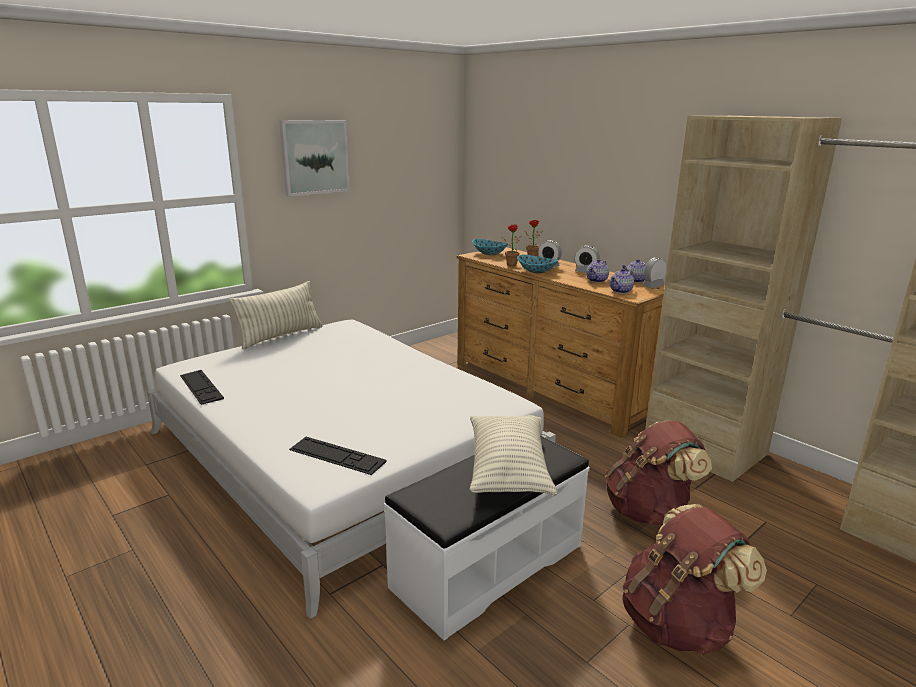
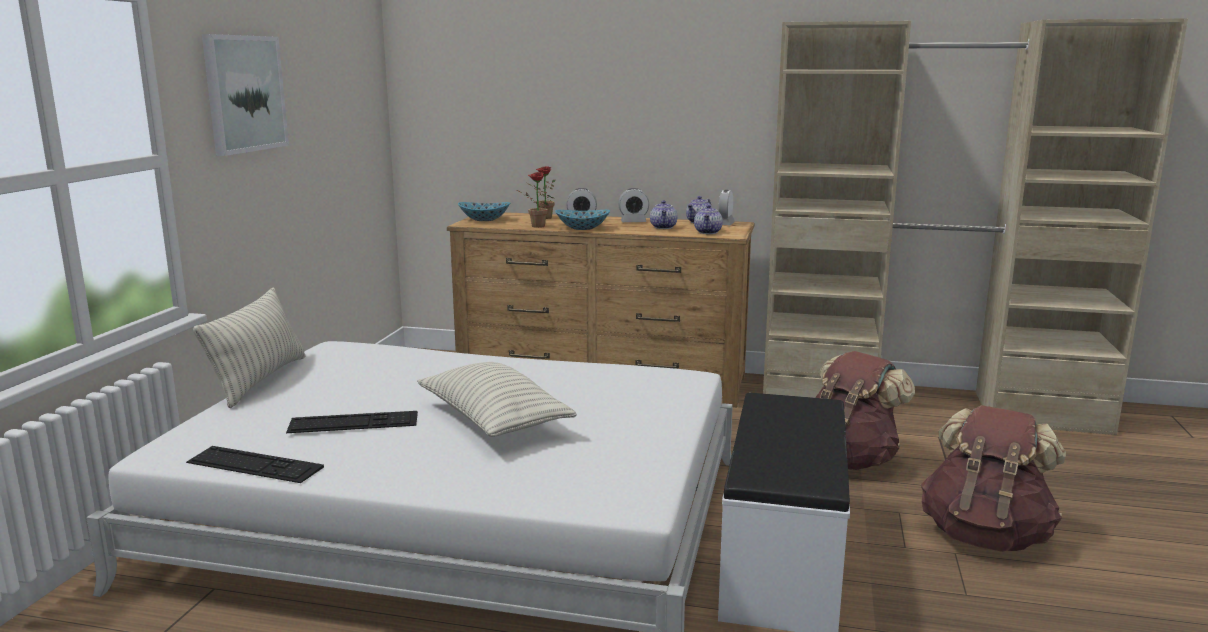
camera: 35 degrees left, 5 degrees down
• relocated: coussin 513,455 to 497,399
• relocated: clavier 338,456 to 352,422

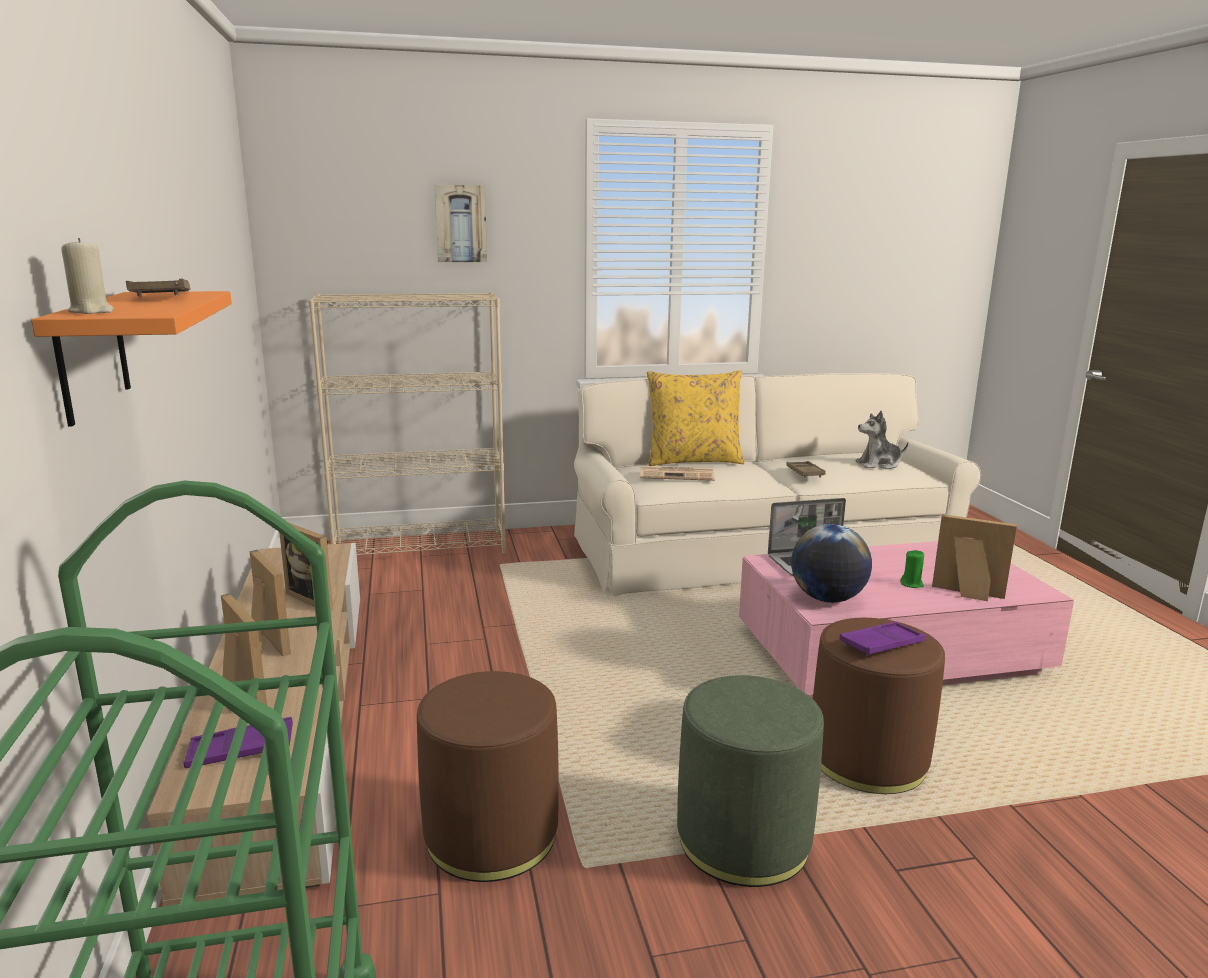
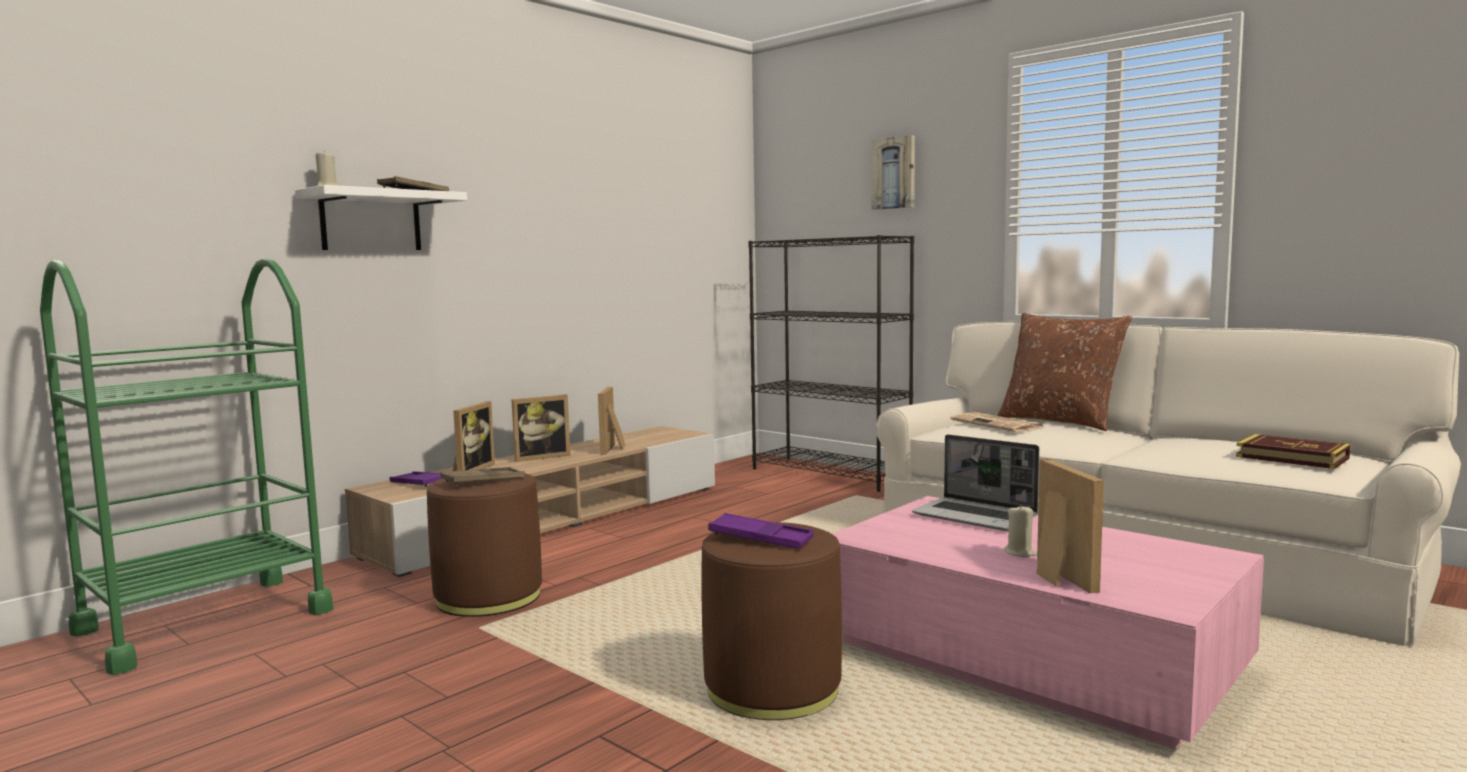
camera: 55 degrees right, 10 degrees down
• colour: étagère/orange 131,359 to étagère/blanc 381,217
• colour: bibliothèque/beige 407,423 to bibliothèque/noir 831,363
• colour: coussin/jaune 695,418 to coussin/marron 1064,372
• exchanged: peluche 882,440 to livre 1293,451
• relocated: plateau/marron 806,469 to 482,476
• missing: globe 831,563
• spun: cadre photo 270,603 = 541,428 45 degrees clockwise
• colour: bougie/vert 912,569 to bougie/beige 1020,531
• missing: pouf/vert 750,781

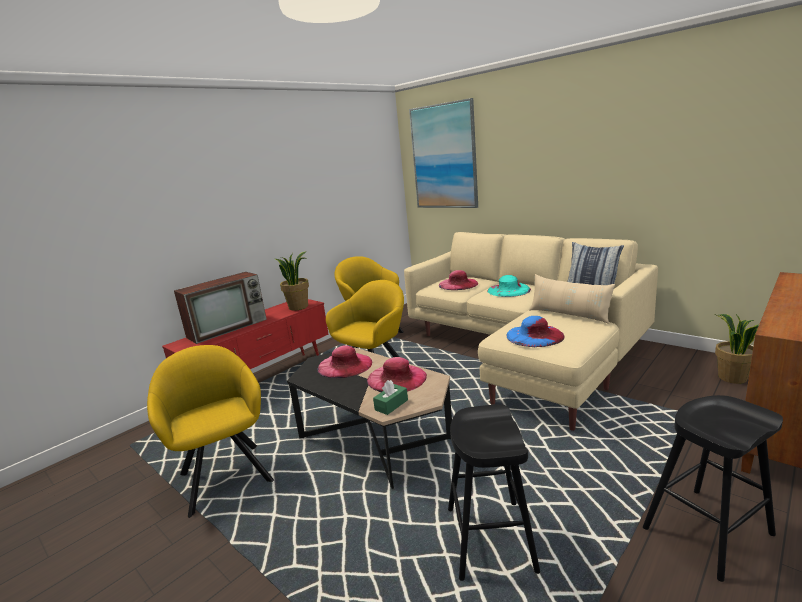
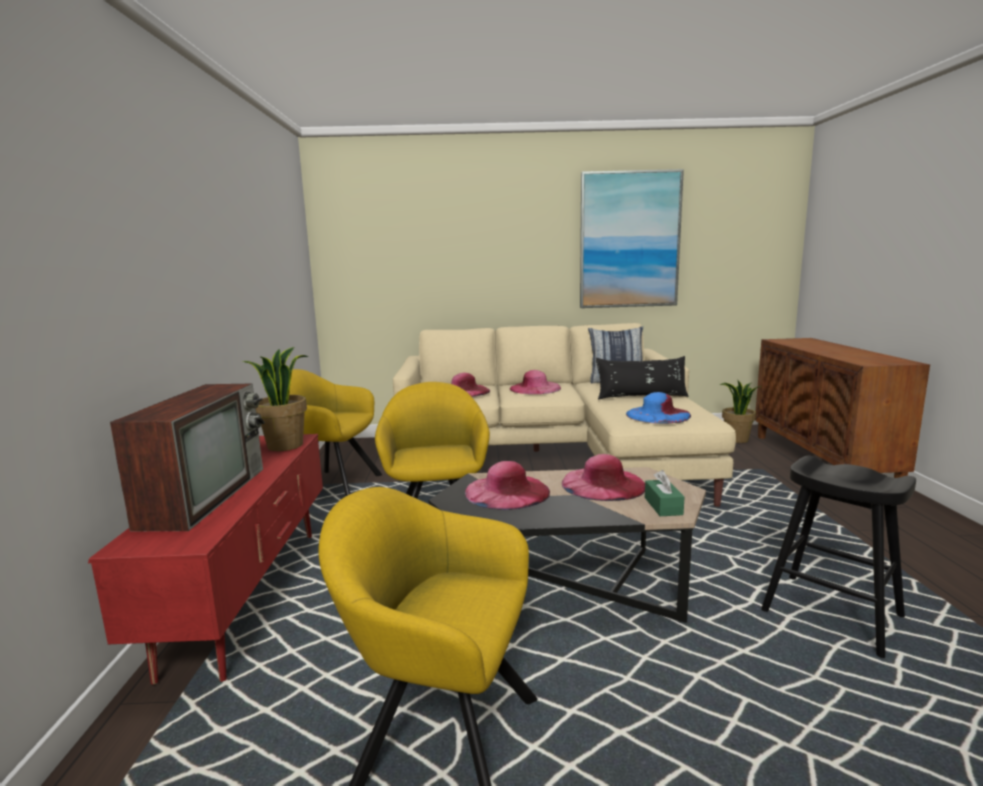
camera: 45 degrees left, 5 degrees down
• relocated: tableau 443,153 to 632,238
• colour: coussin/beige 572,299 to coussin/noir 642,378
• colour: chapeau/turquoise 509,286 to chapeau/rose 535,382
• missing: tabouret/noir 713,488

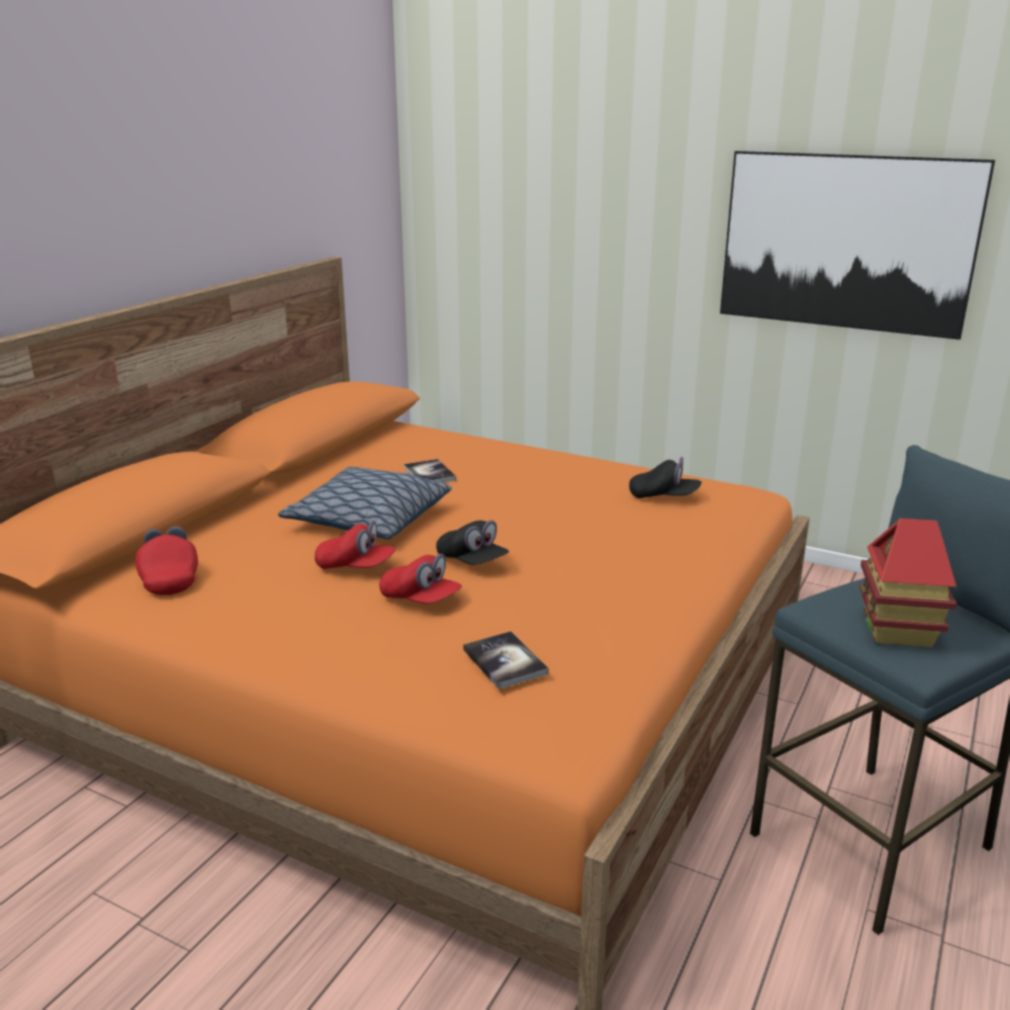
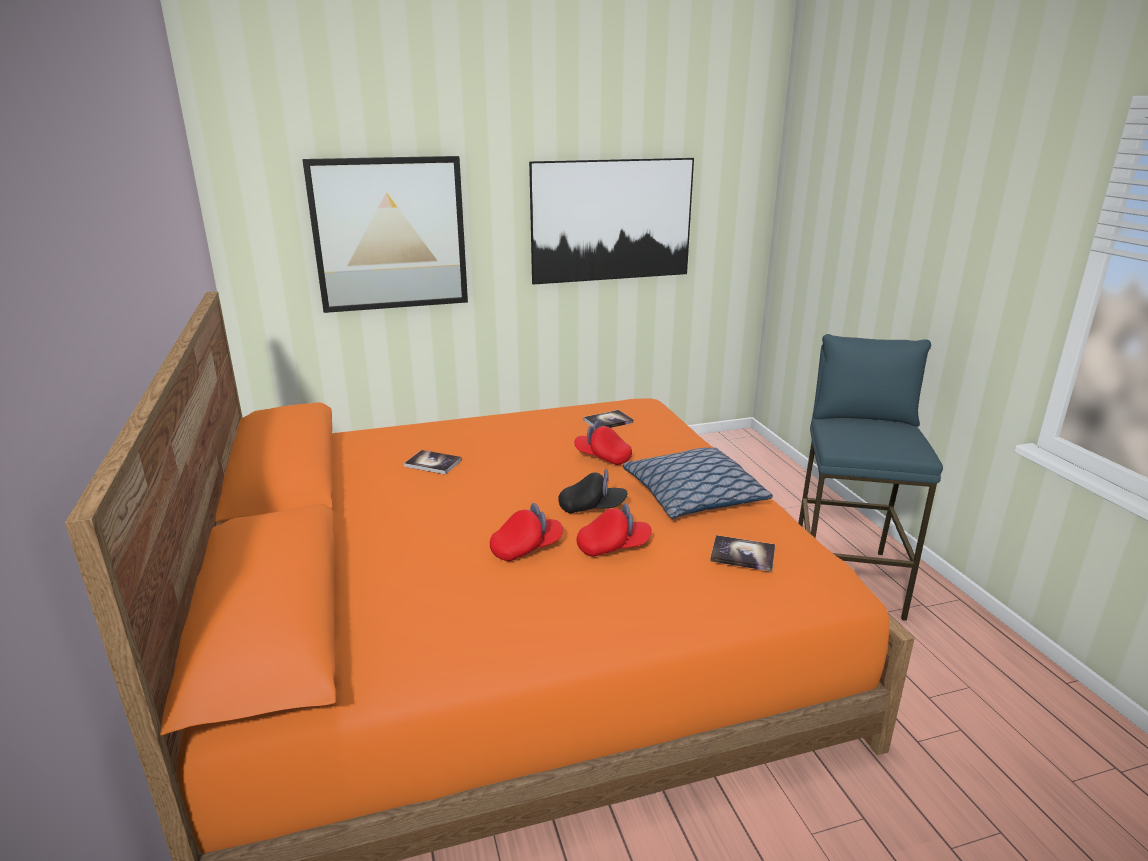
camera: 45 degrees left, 0 degrees up
• exchanged: casquette/noir 665,477 to livre 608,419
• relocated: coussin 365,503 to 698,483
• missing: maison miniature 908,582
• relocated: casquette/rouge 167,561 to 603,443
• appeared: tableau 385,234

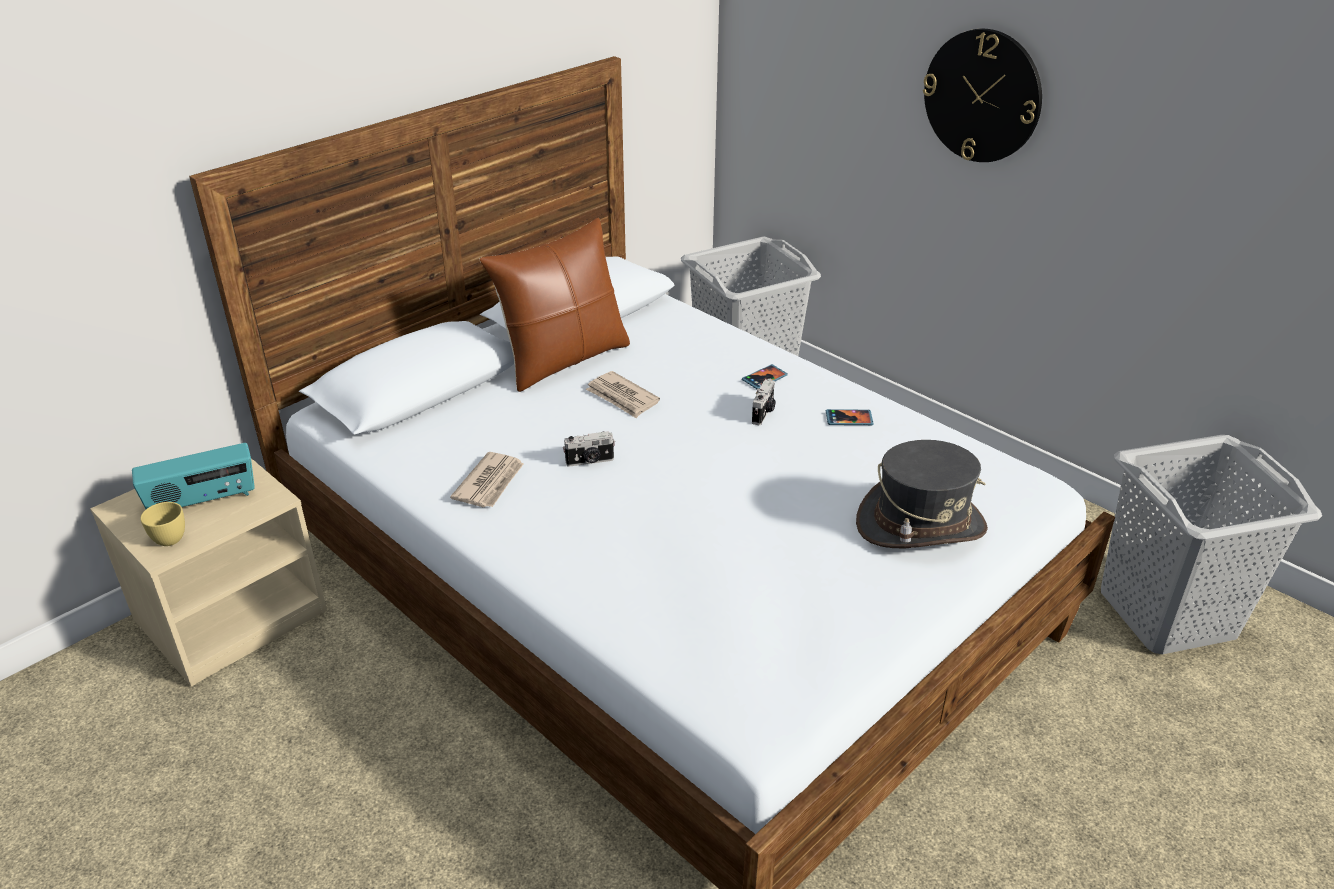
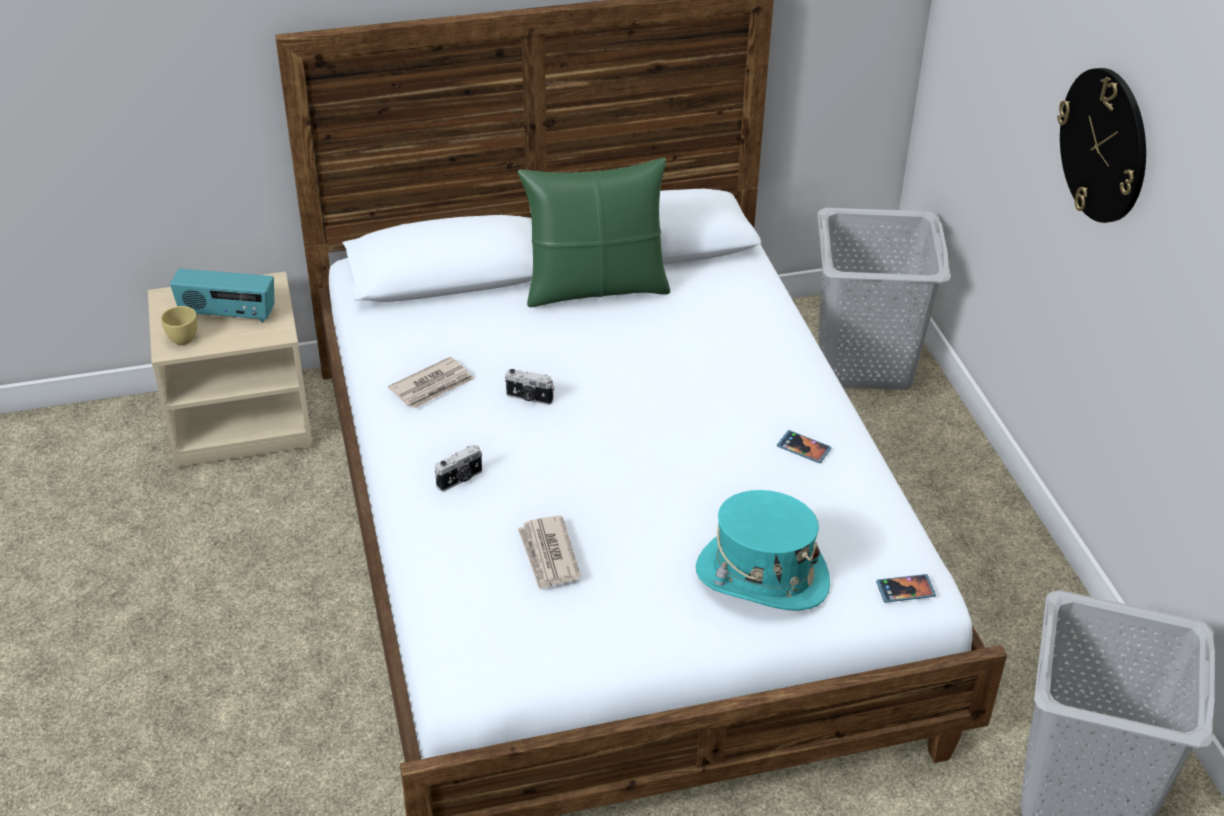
camera: 30 degrees right, 5 degrees up
• colour: coussin/marron 554,305 to coussin/vert 594,232
• relocated: téléphone 765,376 to 906,588
• relocated: journal 623,394 to 549,553
• relocated: appareil photo 764,402 to 458,468
• colour: chapeau/gris 922,494 to chapeau/turquoise 763,550

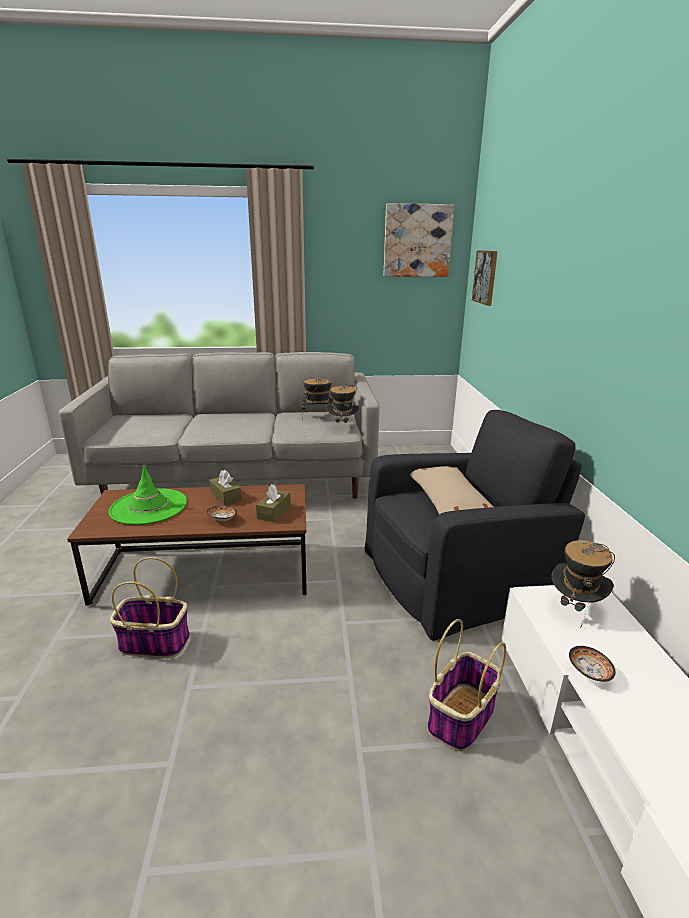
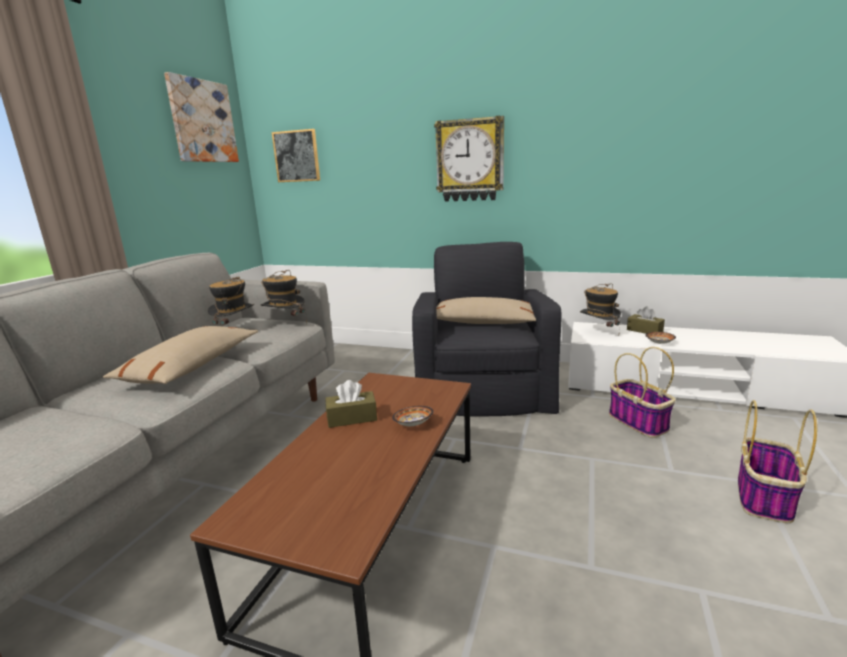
camera: 65 degrees left, 5 degrees down
• missing: chapeau/vert 148,495
• relocated: boîte à mouchoirs/marron 273,503 to 646,320
• relocated: panier 150,607 to 777,461
• appeared: horloge murale 469,158
• appeared: coussin/beige 180,355

